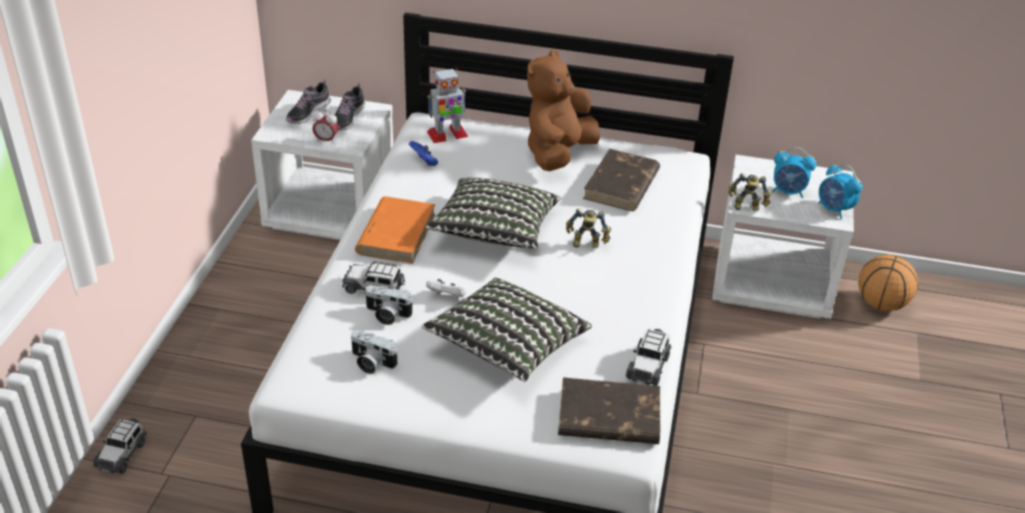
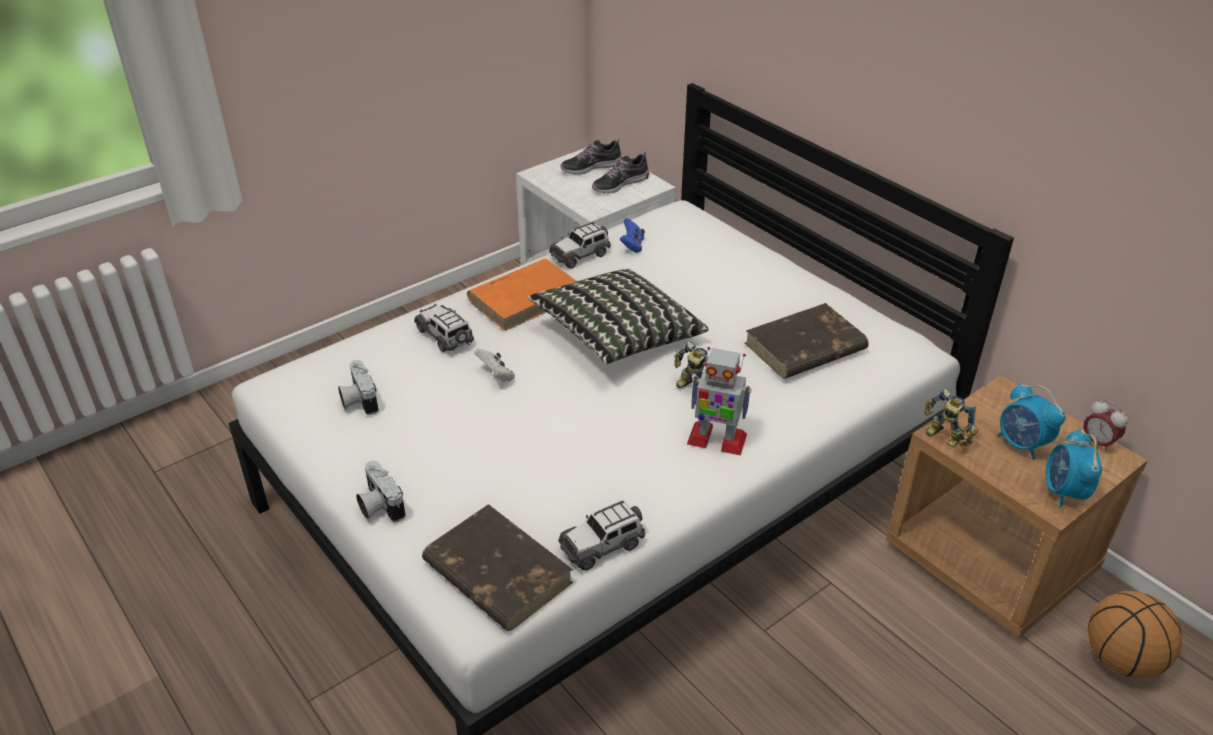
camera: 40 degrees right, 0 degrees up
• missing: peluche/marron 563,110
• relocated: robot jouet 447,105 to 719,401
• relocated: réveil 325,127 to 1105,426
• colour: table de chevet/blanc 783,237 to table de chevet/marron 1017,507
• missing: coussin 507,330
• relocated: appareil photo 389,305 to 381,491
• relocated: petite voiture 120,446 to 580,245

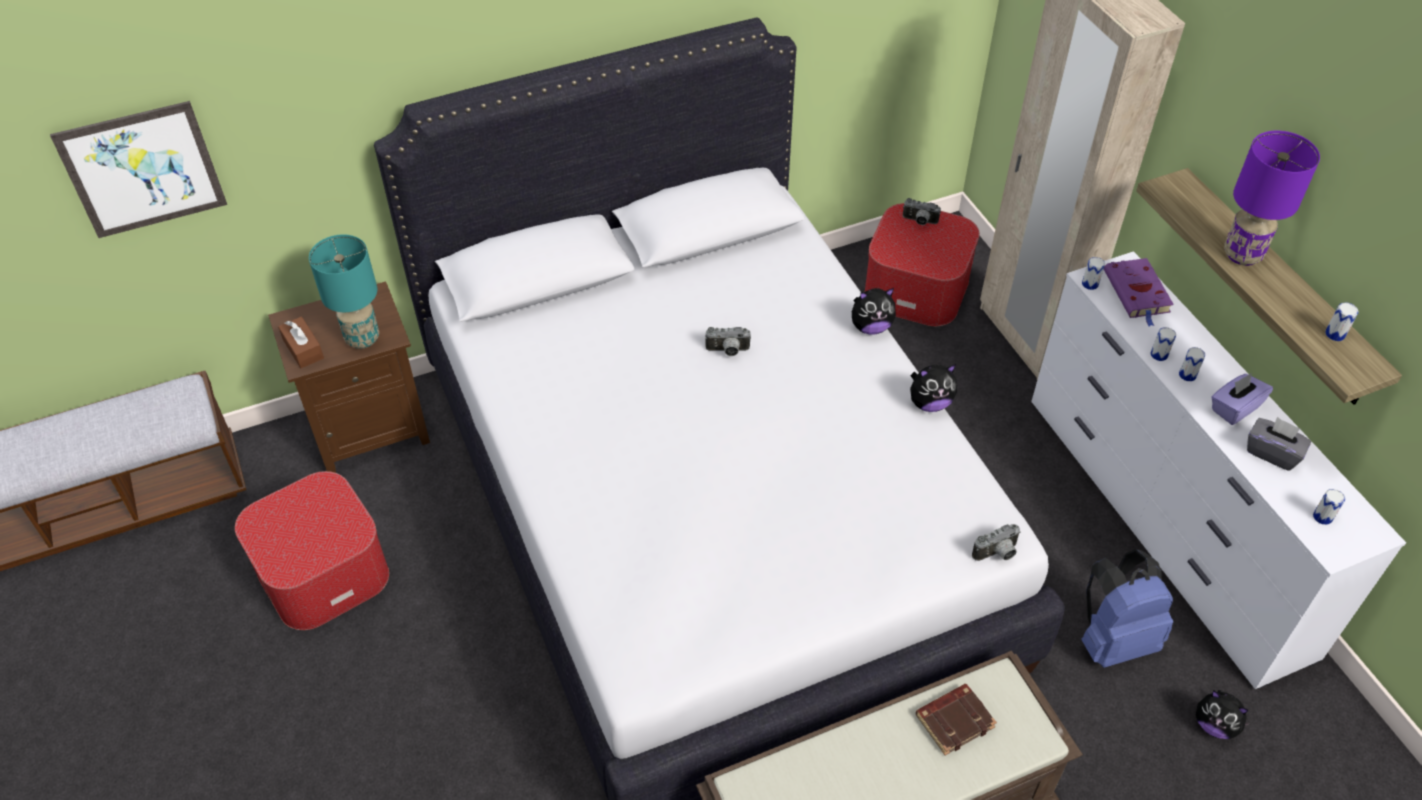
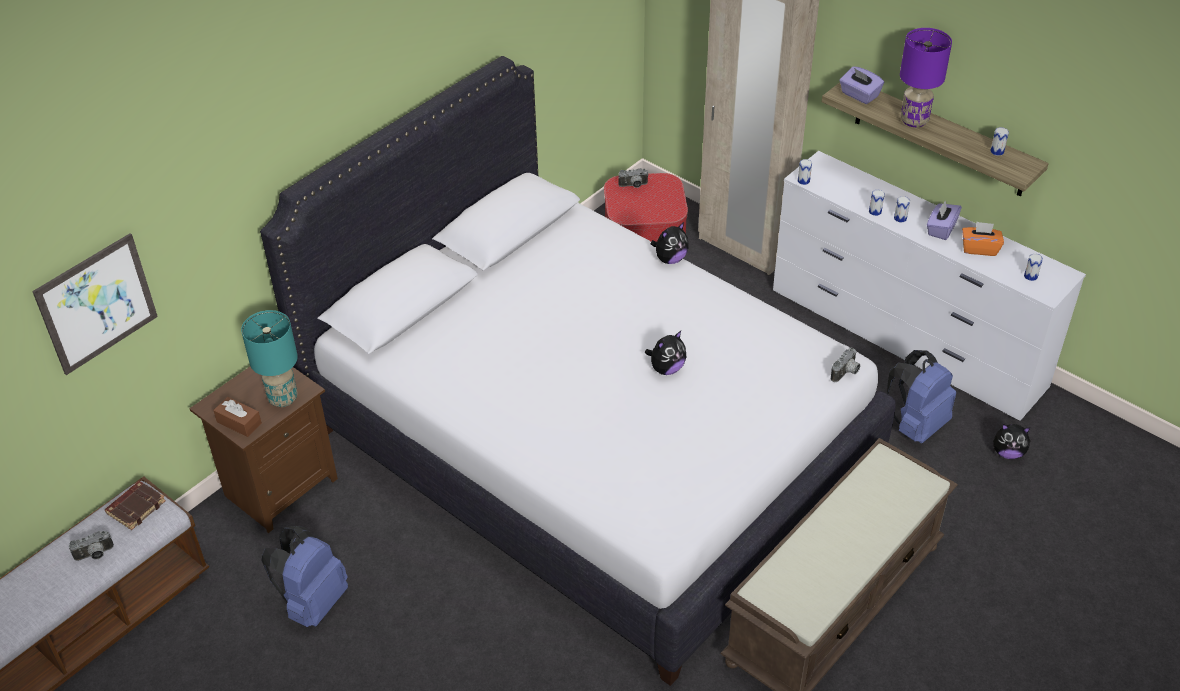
camera: 25 degrees left, 5 degrees down
• missing: livre/violet 1139,292
• relocated: appareil photo 728,341 to 91,546
• relocated: peluche 933,388 to 665,353
• colour: boîte à mouchoirs/gris 1279,444 to boîte à mouchoirs/orange 983,239
• exchanged: pouf 312,550 to sac à dos/bleu 304,576
• relocated: livre/marron 956,719 to 135,505
• appeared: boîte à mouchoirs/violet 862,85

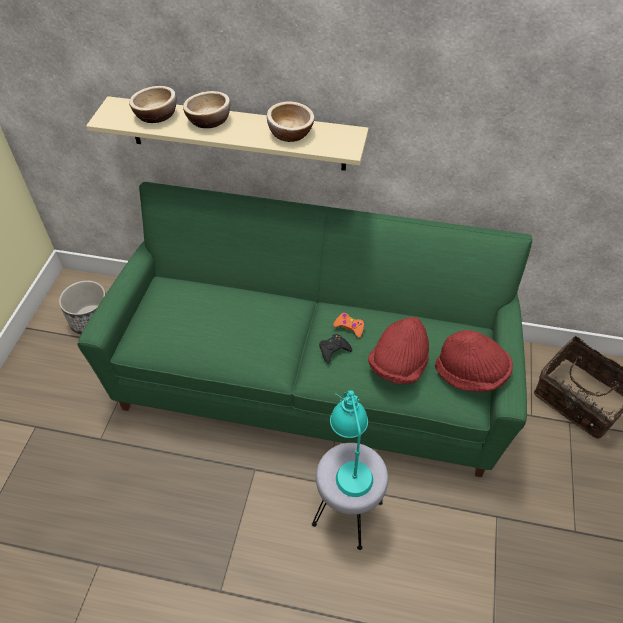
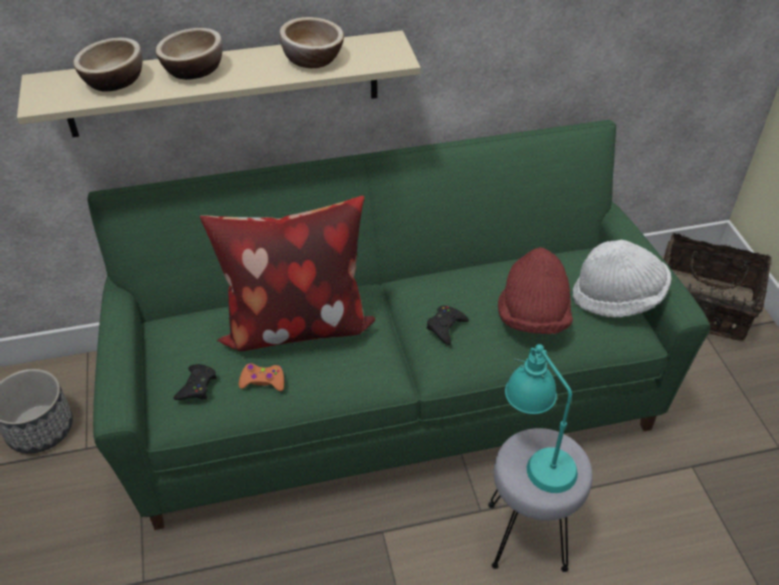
camera: 25 degrees left, 5 degrees down
• relocated: manette/orange 348,325 to 261,377
• colour: chapeau/rouge 474,361 to chapeau/blanc 622,279
• appeared: coussin 287,273
• appeared: manette/noir 195,382

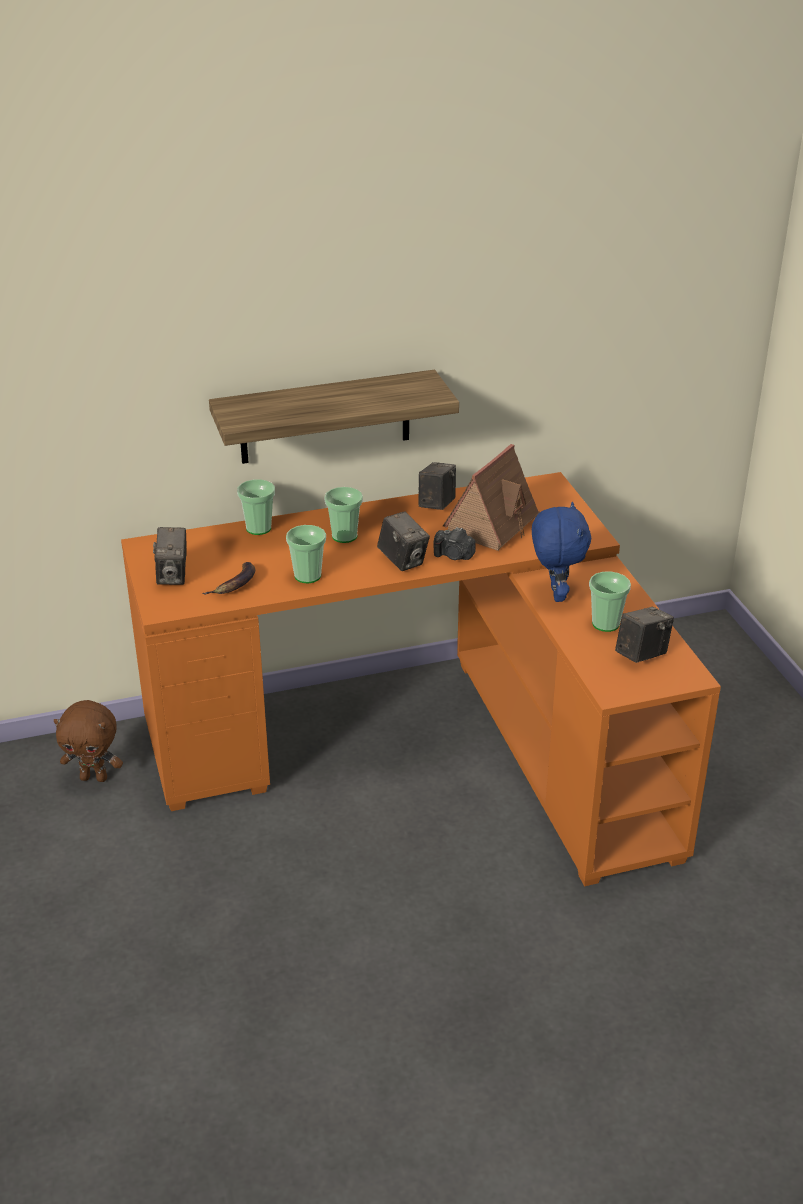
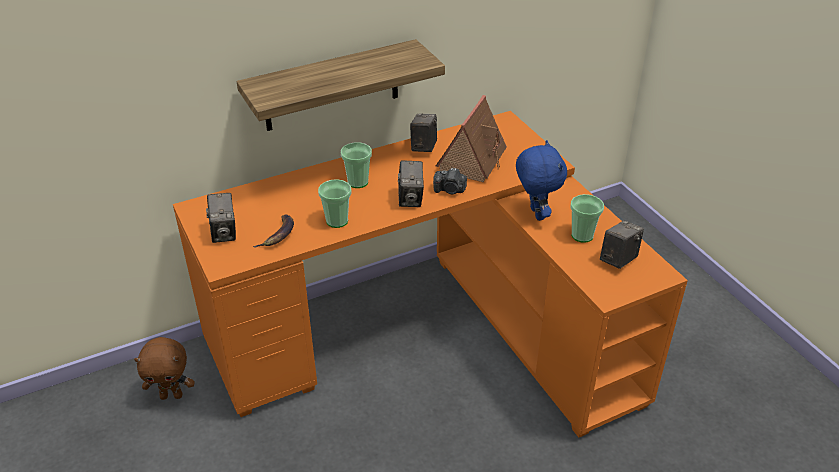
camera: 10 degrees left, 5 degrees up
• missing: tasse 256,507
• spun: appareil photo 403,541 = 411,184 45 degrees clockwise

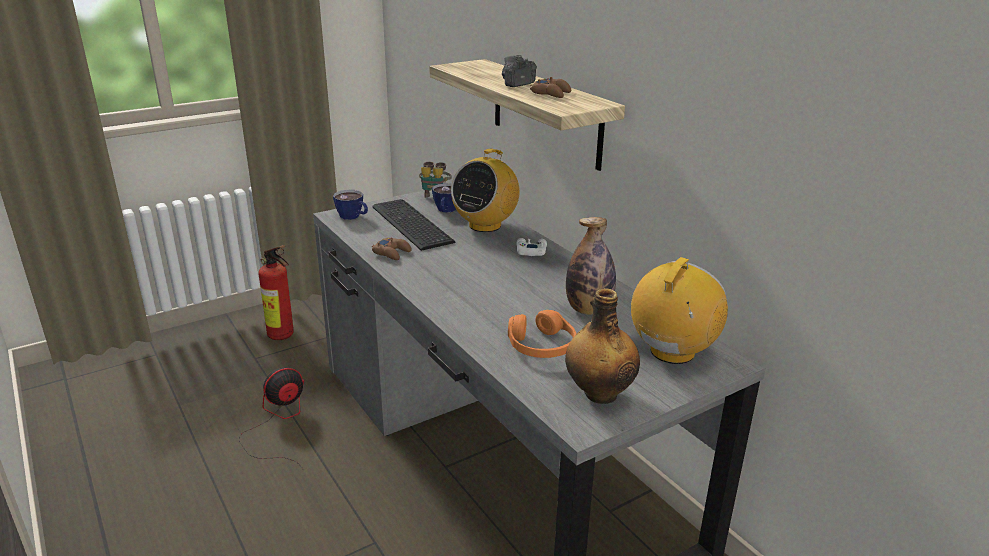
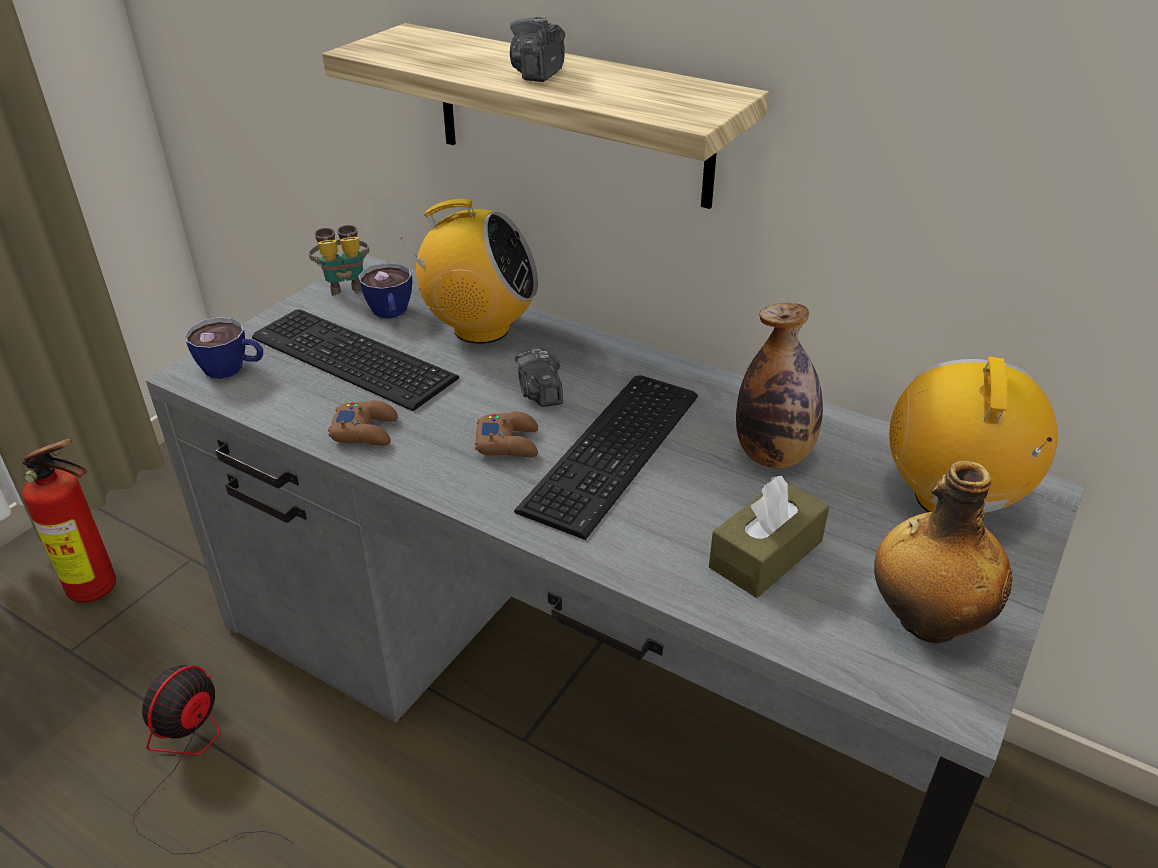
camera: 25 degrees left, 10 degrees up
• relocated: manette/marron 550,87 to 506,434
• spun: radio 485,190 = 469,271 90 degrees counterclockwise
• missing: manette/blanc 532,247
• exchanged: casque audio/orange 542,334 to boîte à mouchoirs/marron 769,537
• appeared: appareil photo 539,377
• appeared: clavier 606,457

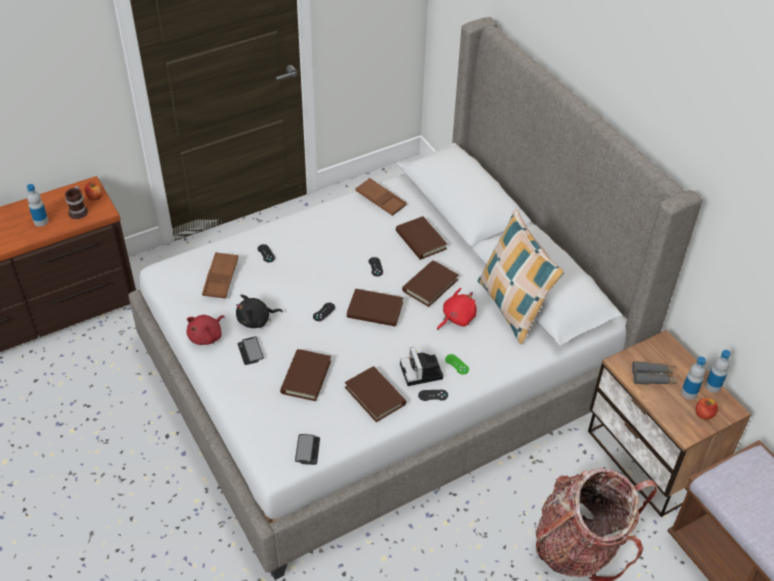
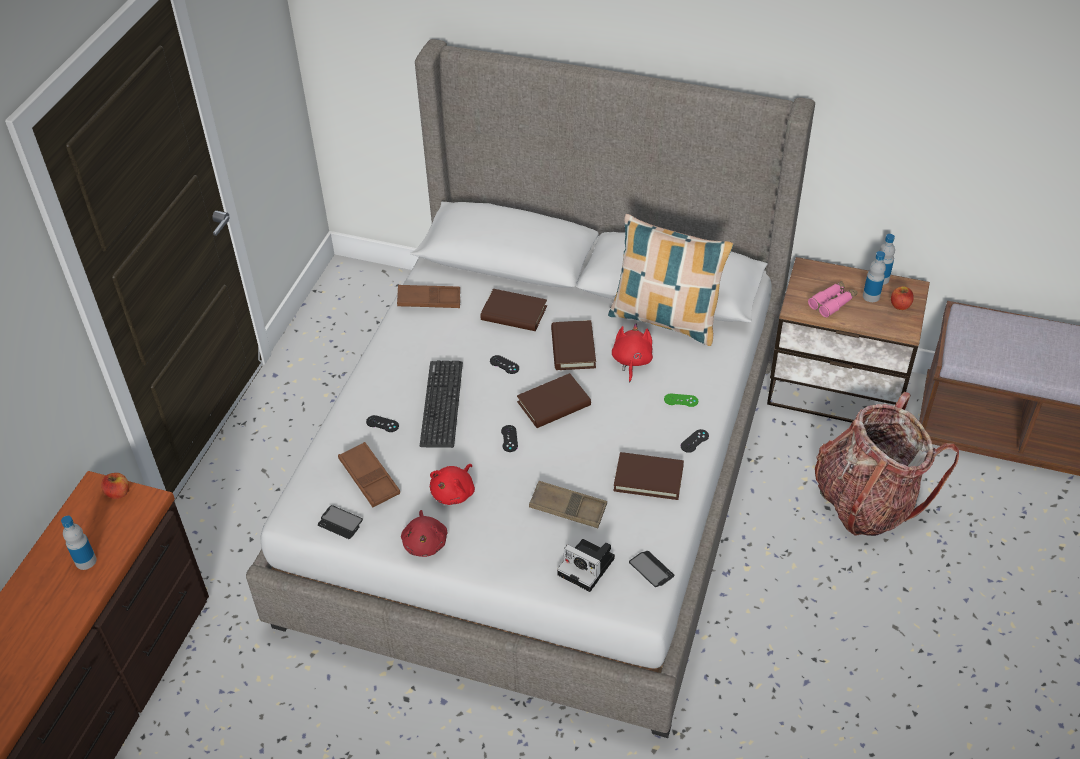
camera: 40 degrees left, 0 degrees up
• missing: mug 76,202
• colour: peluche/noir 259,311 to peluche/rouge 452,484
• relocated: téléphone 250,350 to 340,522
• relocated: appareil photo 421,366 to 586,565
• exchanged: livre/marron 305,375 to plateau/marron 568,504
• colour: jumelles/gris 655,373 to jumelles/rose 833,299
• appeared: clavier 441,404

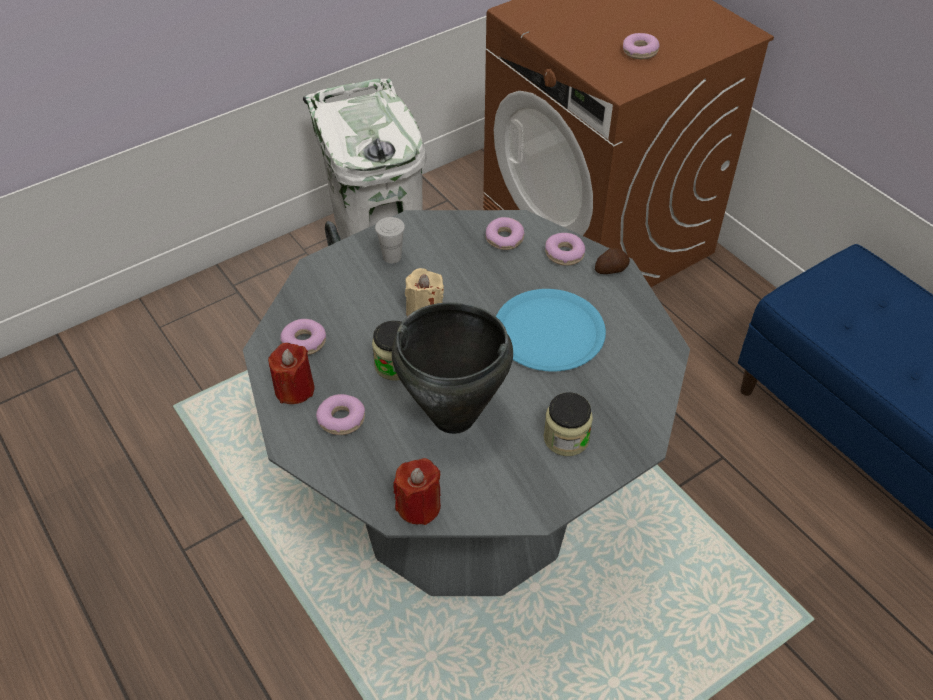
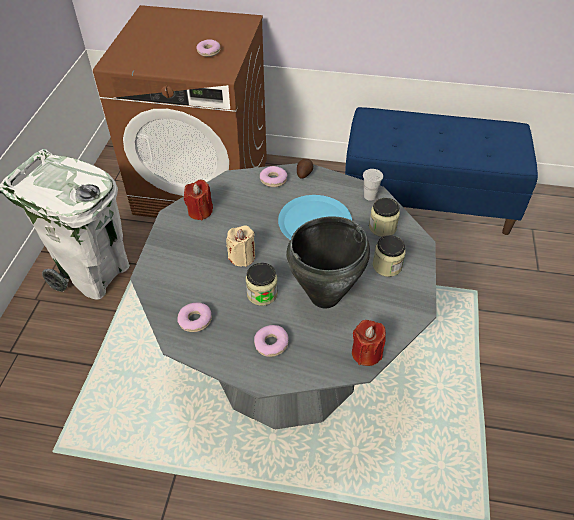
camera: 45 degrees left, 0 degrees up
• relocated: tasse/blanc 390,240 to 373,185
• missing: beignet 505,233
• relocated: bougie/rouge 291,373 to 198,200
• appeared: bocal 384,217

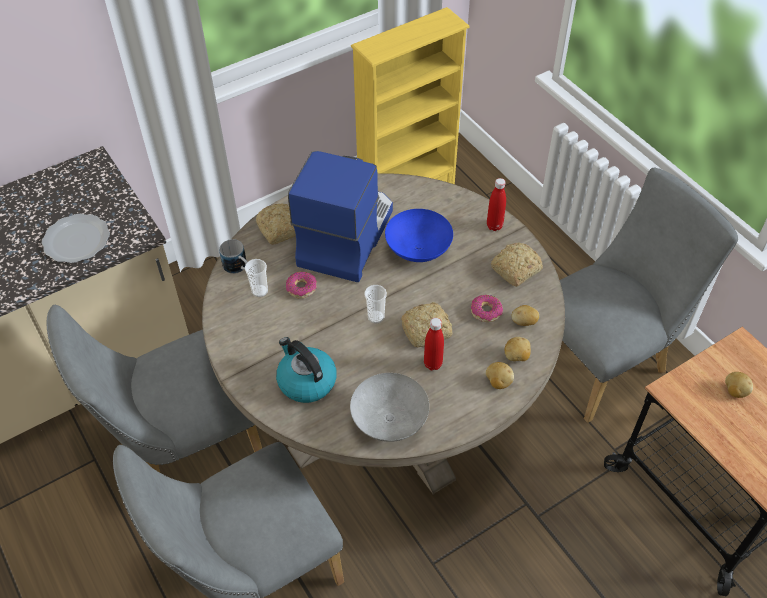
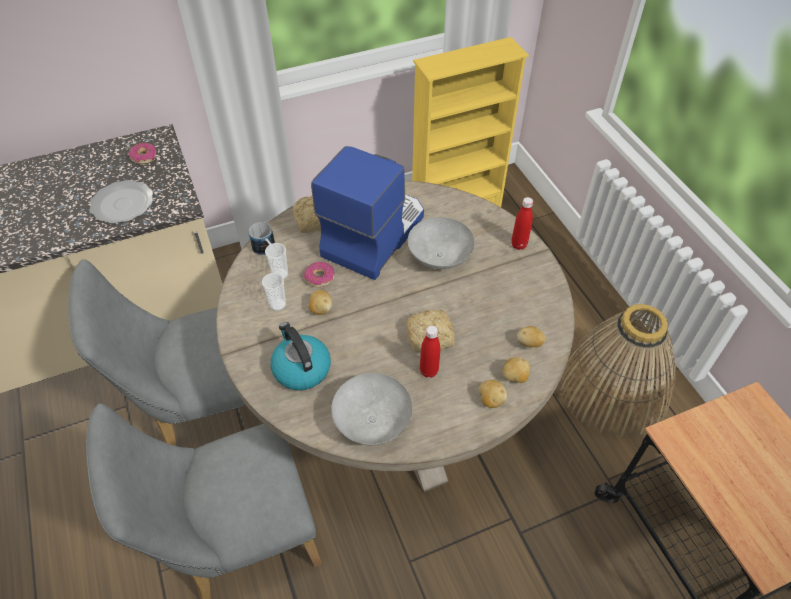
camera: 10 degrees right, 0 degrees up
• exchanged: chaise/gris 649,295 to panier 617,371
• colour: bol/bleu 419,235 to bol/gris 441,243
• missing: pain 517,265
• relocated: tasse 375,304 to 274,292
• relocated: beignet 487,308 to 142,153
• relocated: pomme de terre 739,385 to 320,302

